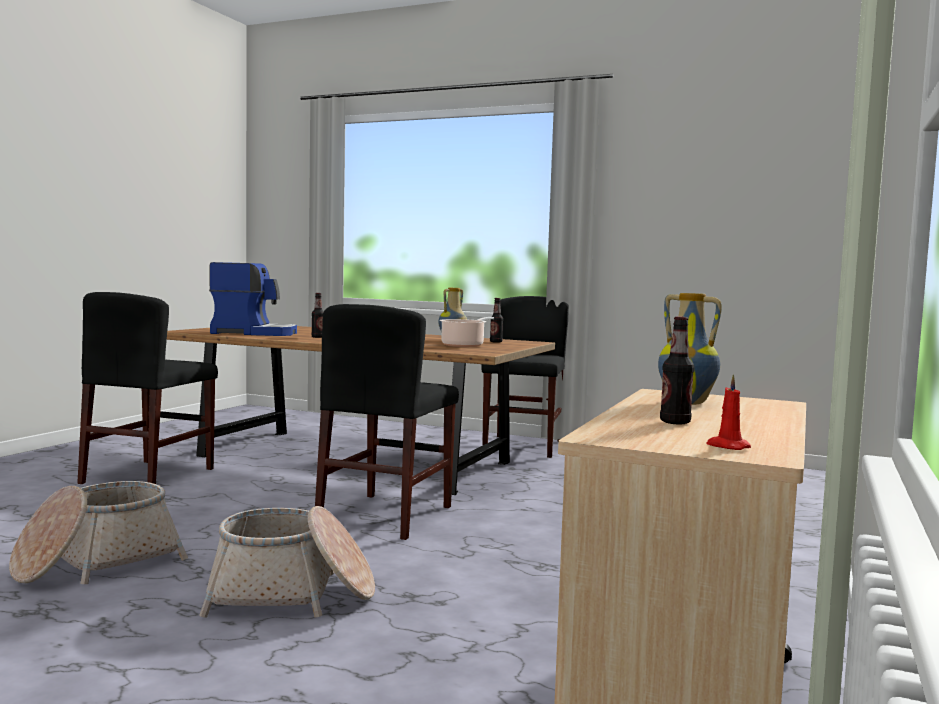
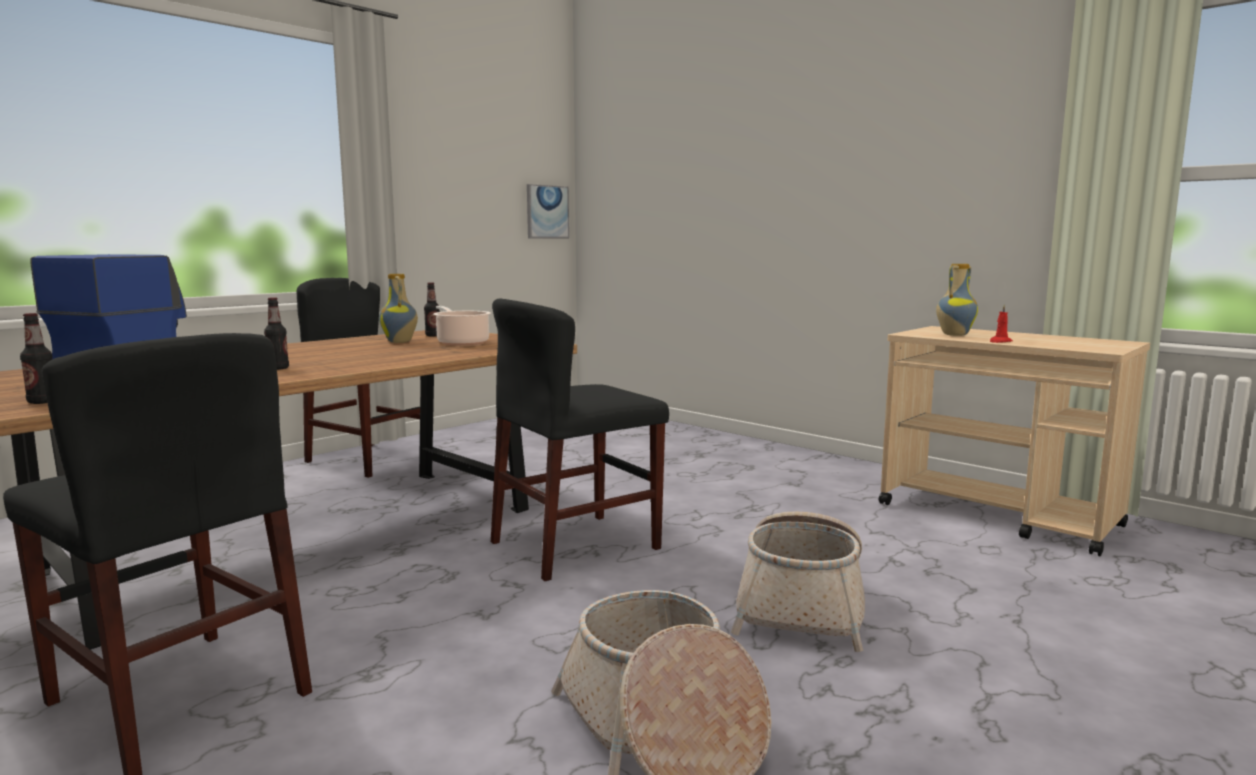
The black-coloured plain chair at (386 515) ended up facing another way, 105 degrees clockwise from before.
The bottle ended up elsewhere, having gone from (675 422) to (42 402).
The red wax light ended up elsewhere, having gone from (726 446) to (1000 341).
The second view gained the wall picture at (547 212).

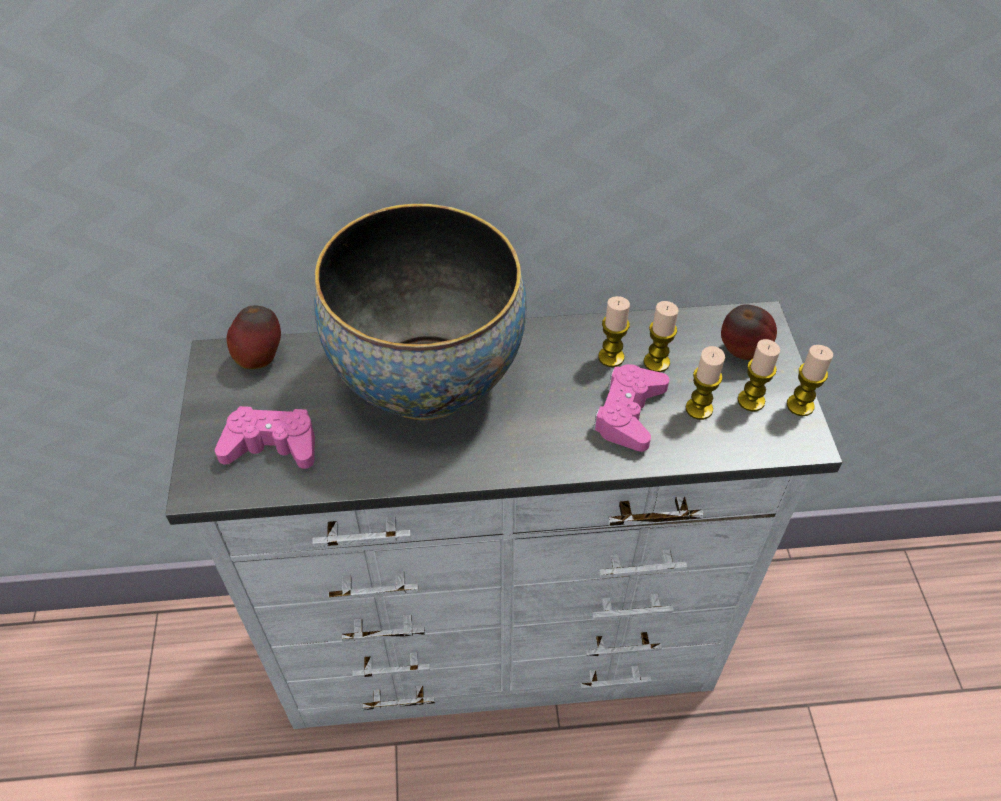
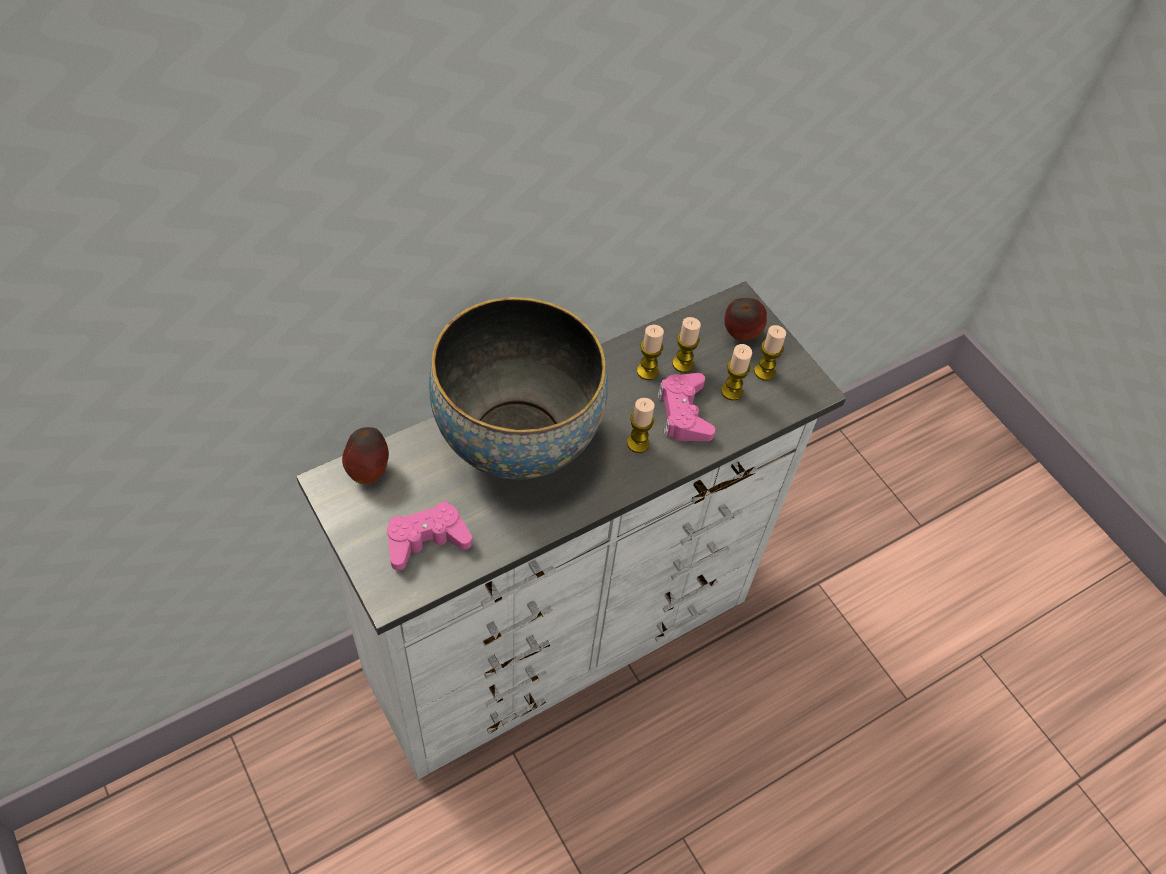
The wax light ended up elsewhere, having gone from (800 405) to (638 443).

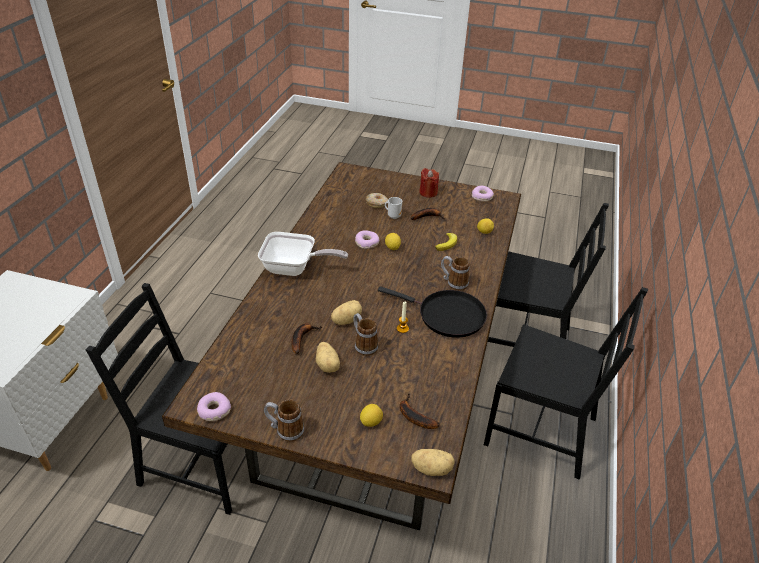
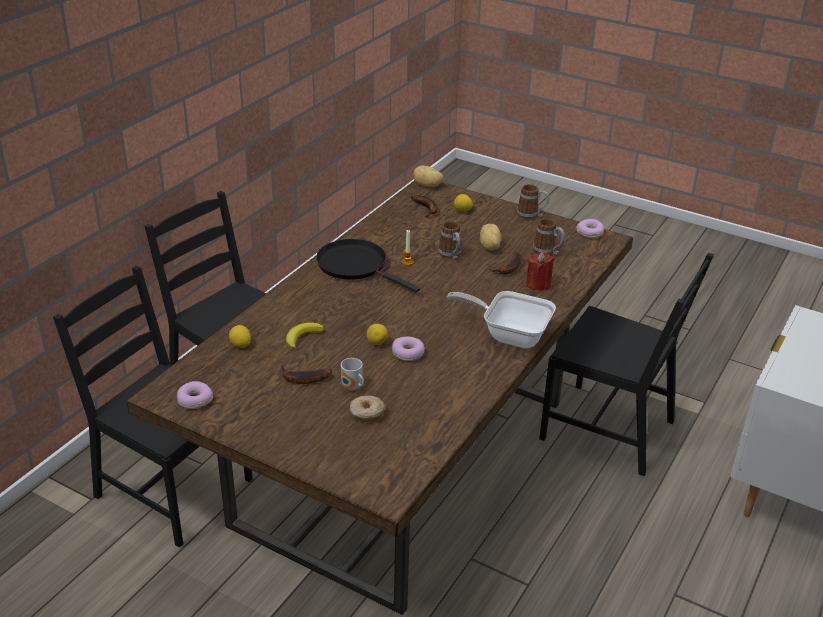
The second view lost the potato at (346 320).
The red wax light ended up elsewhere, having gone from (428 192) to (538 284).
The mug ended up elsewhere, having gone from (453 283) to (548 251).

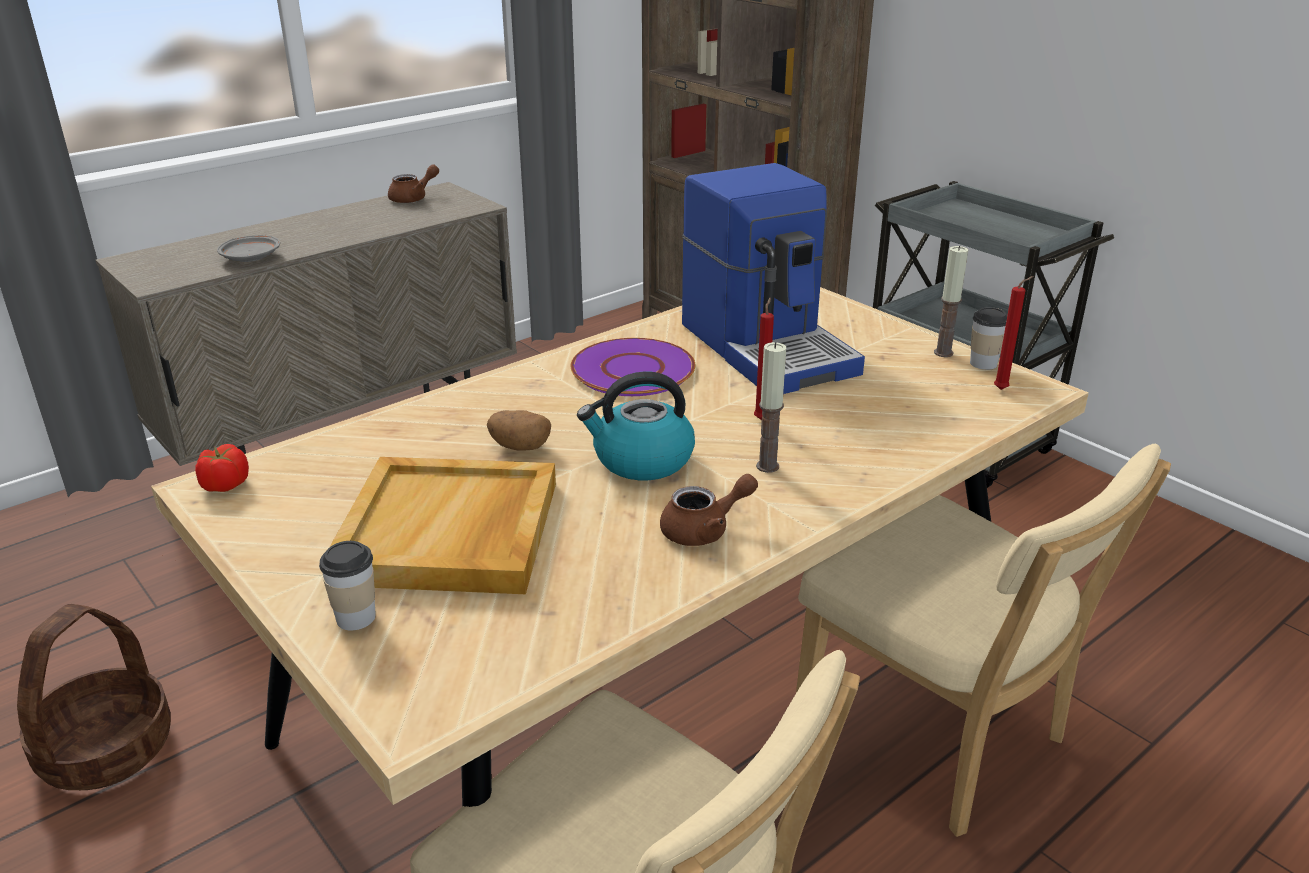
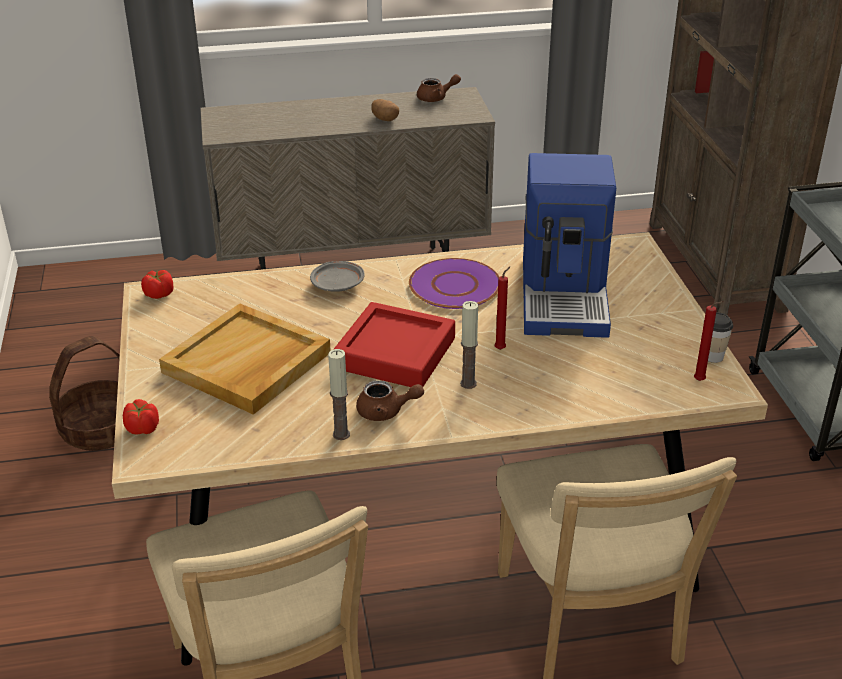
The gray flat dish ended up elsewhere, having gone from (251 258) to (338 284).
The second view lost the drinking cup at (356 617).
The potato ended up elsewhere, having gone from (520 447) to (385 119).
Where the water kettle stood at (641 460), the red tray came to stand at (395 353).
The wax light ended up elsewhere, having gone from (943 353) to (341 434).
The second view gained the tomato at (143 428).

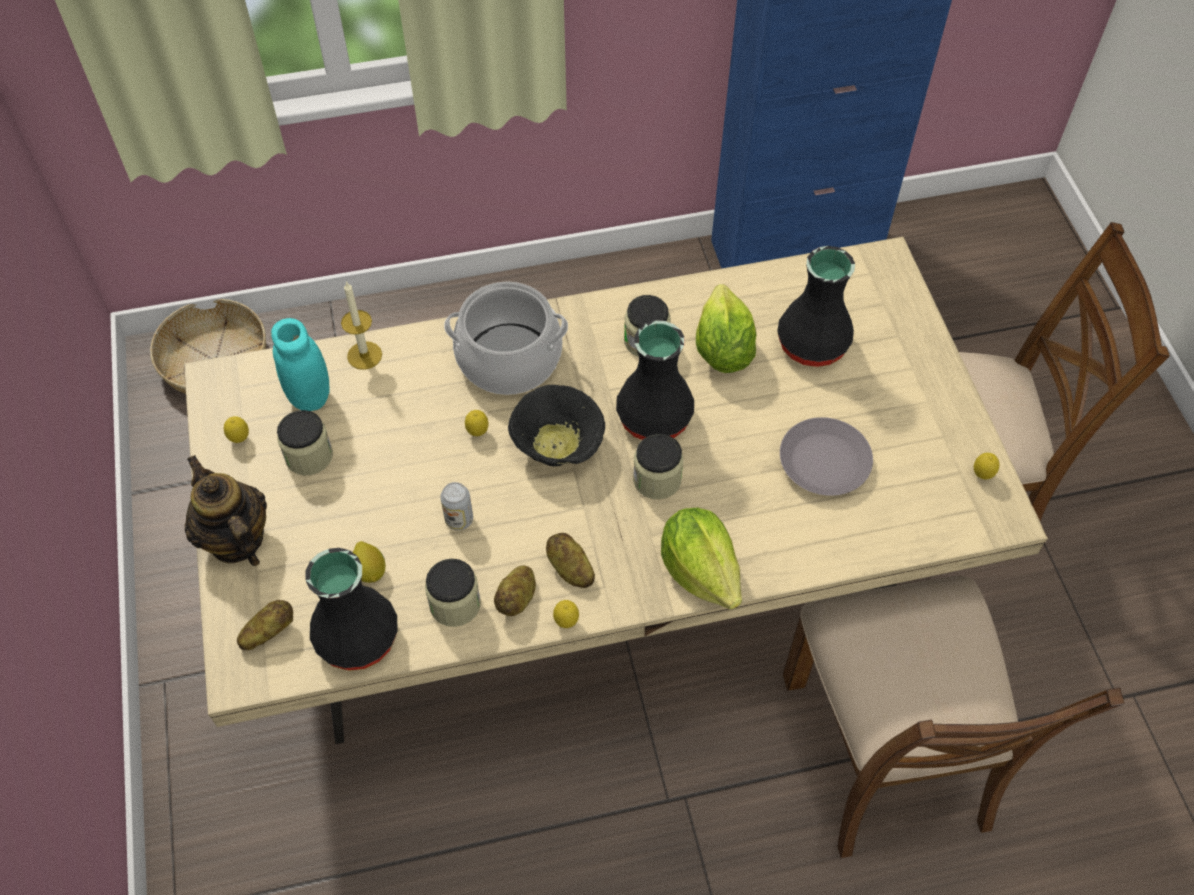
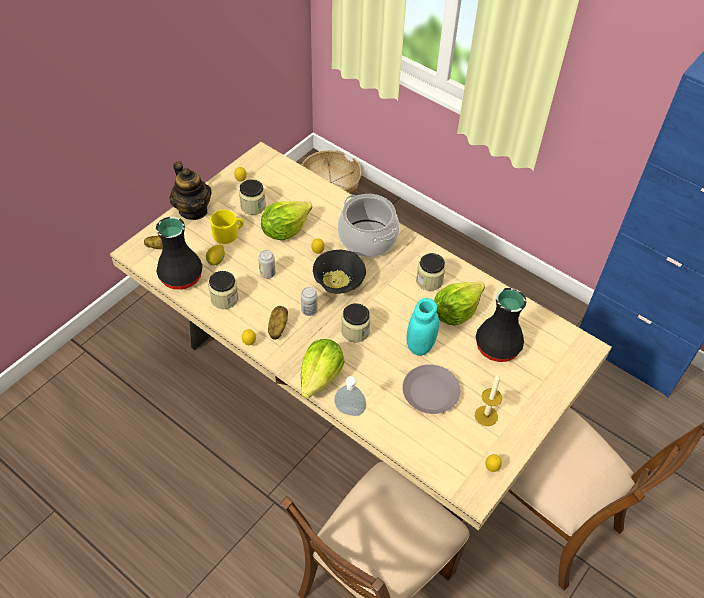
The tea pot at (236 539) ended up facing another way, 135 degrees clockwise from before.
The turquoise-coloured preserve jar ended up elsewhere, having gone from (309 396) to (420 346).
The wax light ended up elsewhere, having gone from (364 355) to (486 415).
The second view lost the potato at (517 599).
The second view lost the black-coloured flower vase at (655 416).
The second view gained the yellow mug at (228 233).
The second view gained the head of lettuce at (285 230).
The second view gained the metal can at (309 310).
The second view gained the soap dispenser at (349 412).

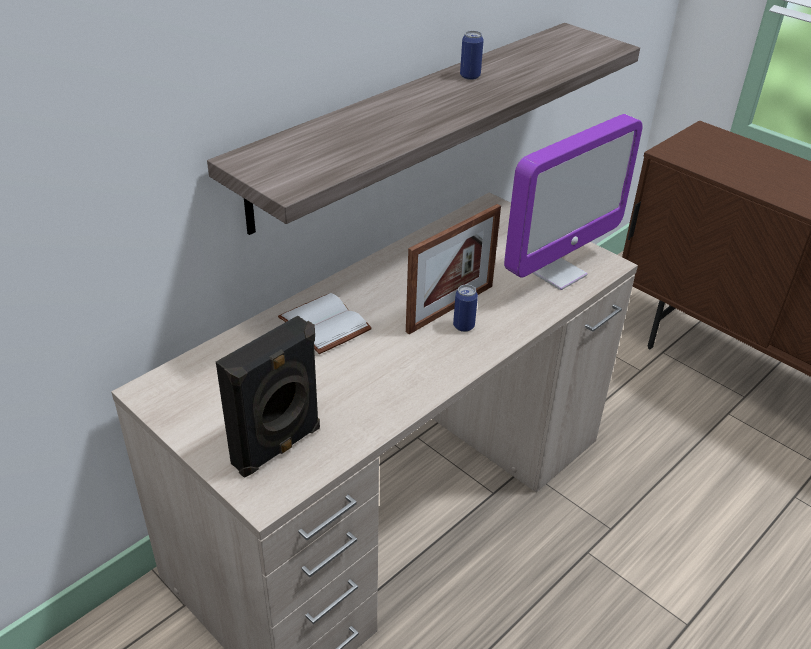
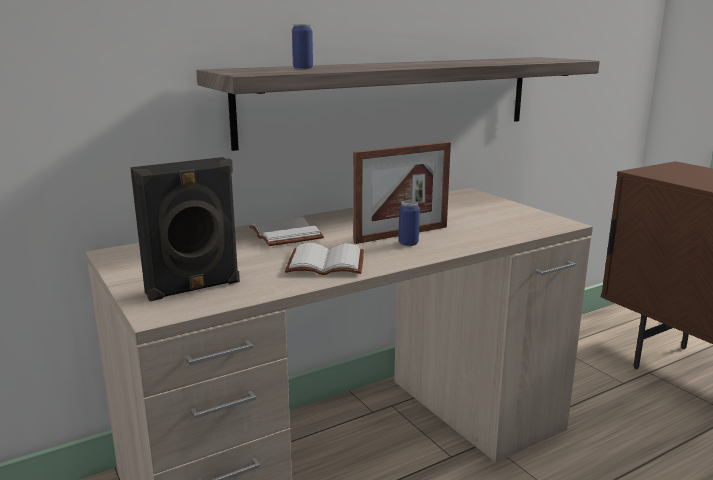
The metal can ended up elsewhere, having gone from (470 76) to (303 68).
The second view lost the computer display at (556 273).
The second view gained the white bound book at (324 264).

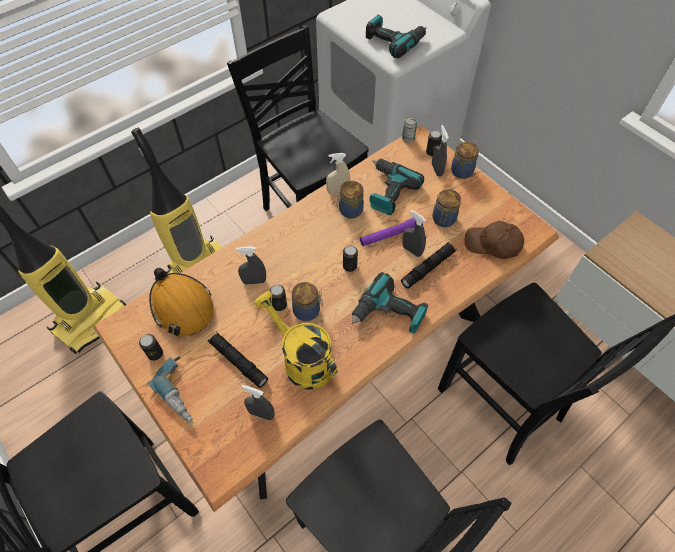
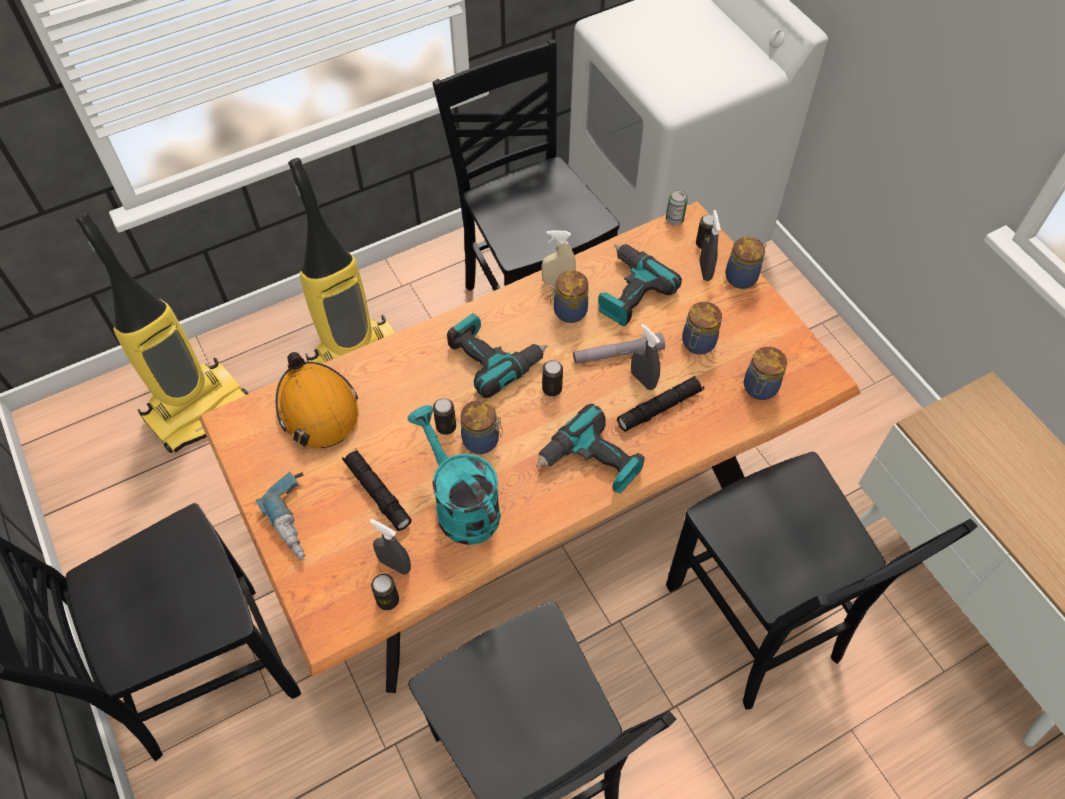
The metal can ended up elsewhere, having gone from (155 354) to (388 600).
The second view lost the gray spray bottle at (254 281).
What was the yellow watering can at (301 360) turned into the turquoise-coloured watering can at (460 504).
What was the purplish flashlight at (390 235) turned into the gray flashlight at (618 354).
The power drill ended up elsewhere, having gone from (394 41) to (493 358).
Where the brownish baseball cap stood at (492 244), the preserve jar came to stand at (759 388).

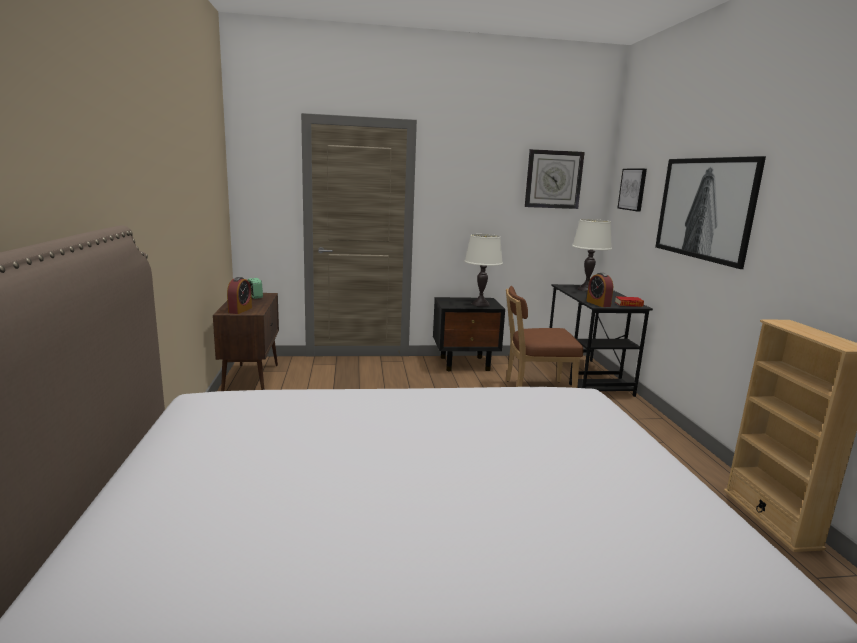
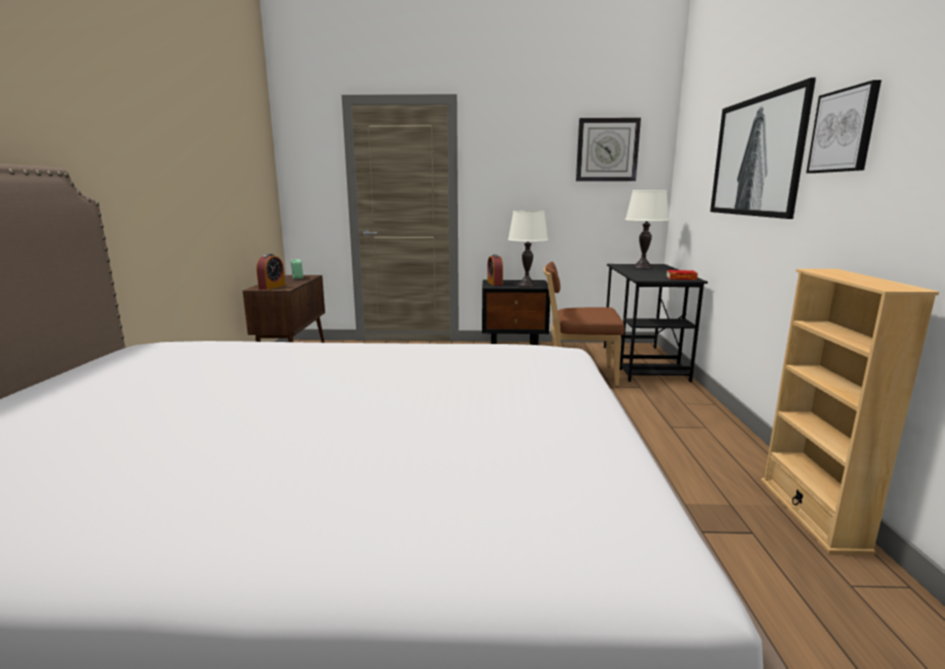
The alarm clock ended up elsewhere, having gone from (598 304) to (494 283).
The wall picture ended up elsewhere, having gone from (633 189) to (843 131).

